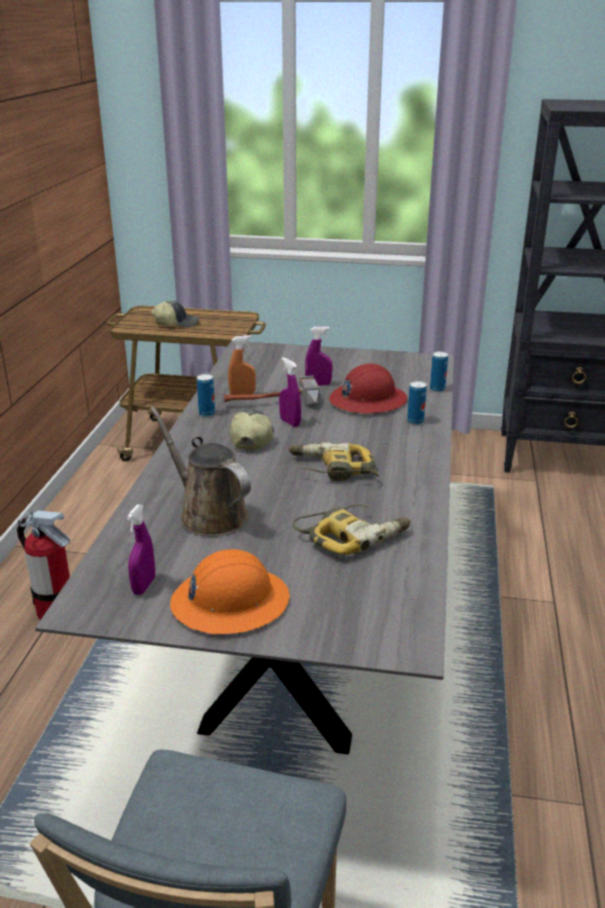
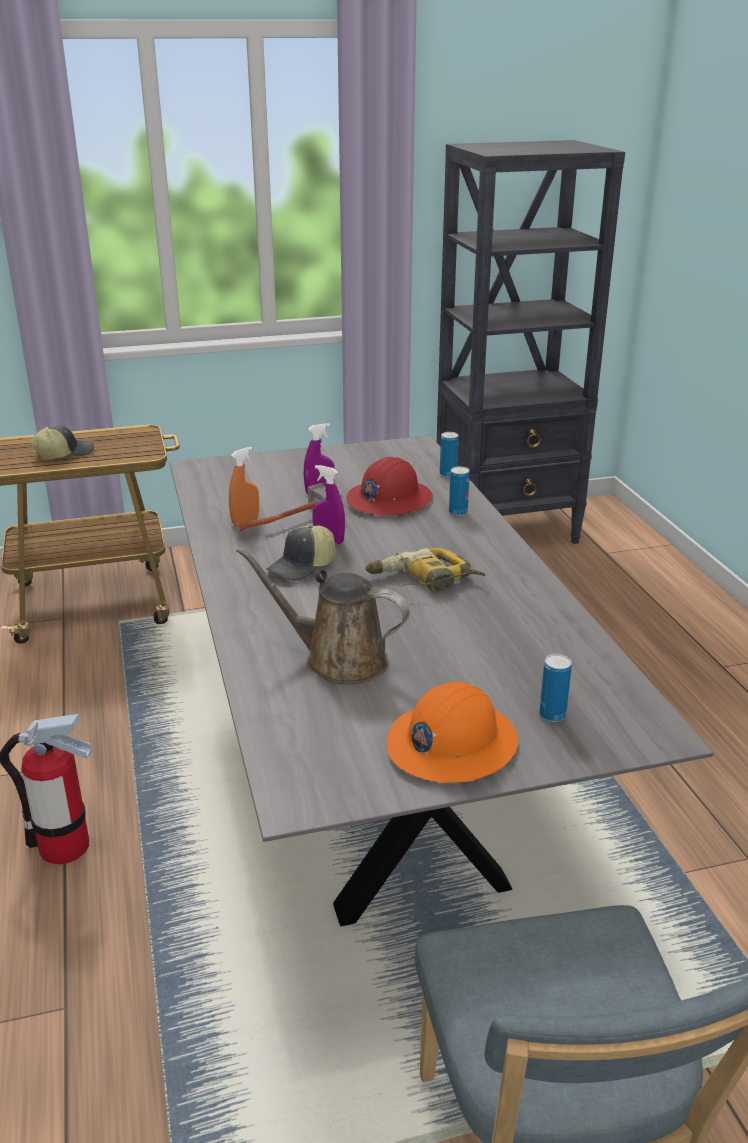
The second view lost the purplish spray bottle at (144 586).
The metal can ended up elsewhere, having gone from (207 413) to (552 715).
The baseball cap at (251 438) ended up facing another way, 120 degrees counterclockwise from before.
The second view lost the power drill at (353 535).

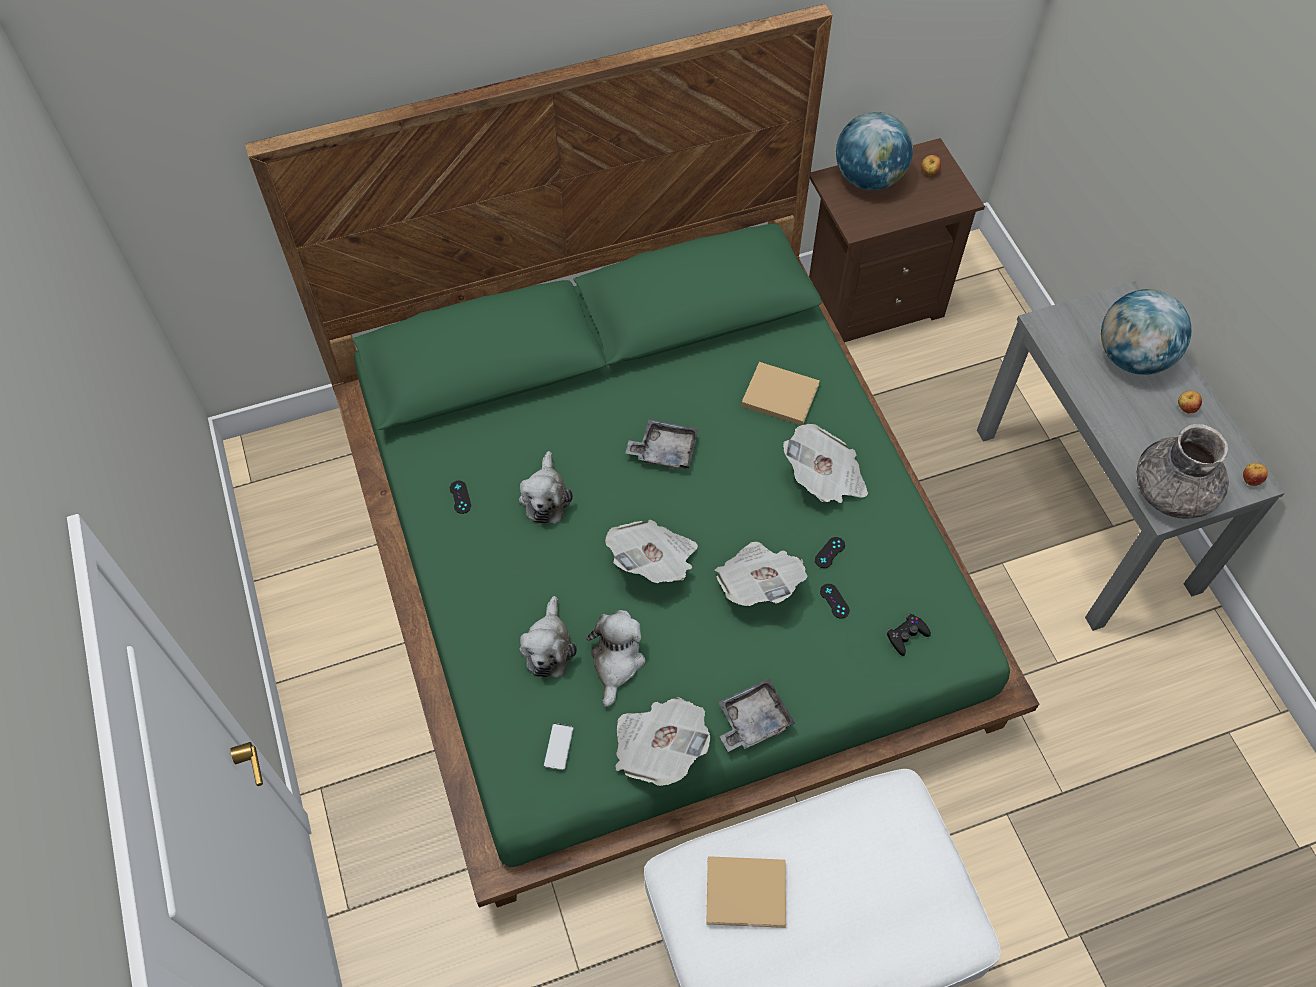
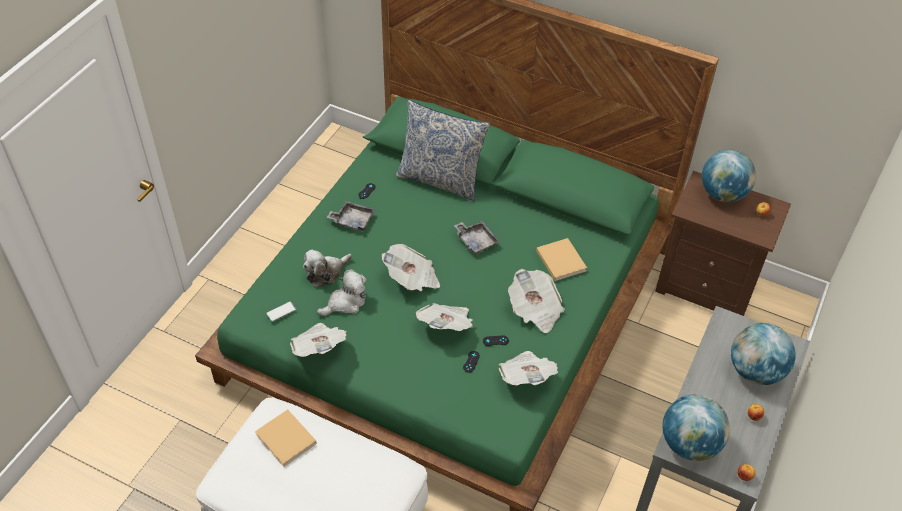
The second view lost the cuddly toy at (545 497).
The gray tray ended up elsewhere, having gone from (752 720) to (352 220).
The second view lost the black-coloured game controller at (906 636).
Where the gray flower vase stood at (1172 492), the desk globe came to stand at (689 444).
The second view gained the cushion at (441 179).
The second view gained the daily paper at (526 377).

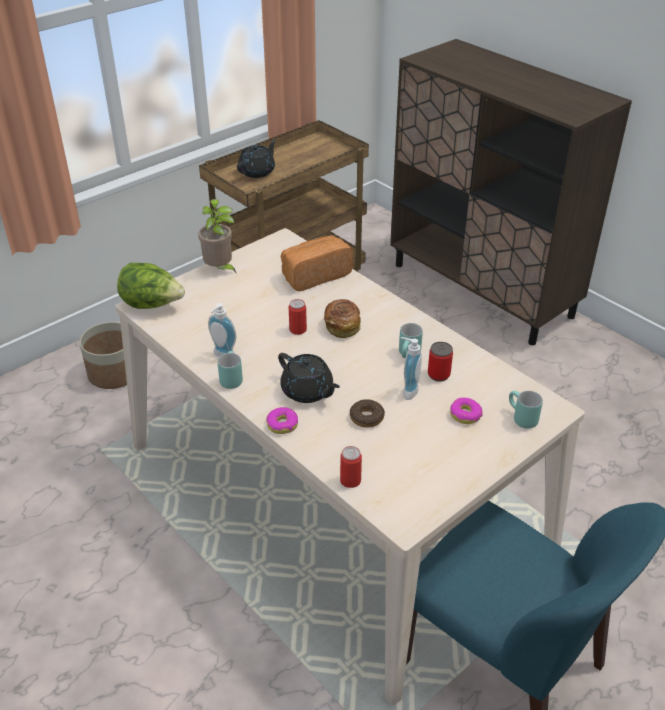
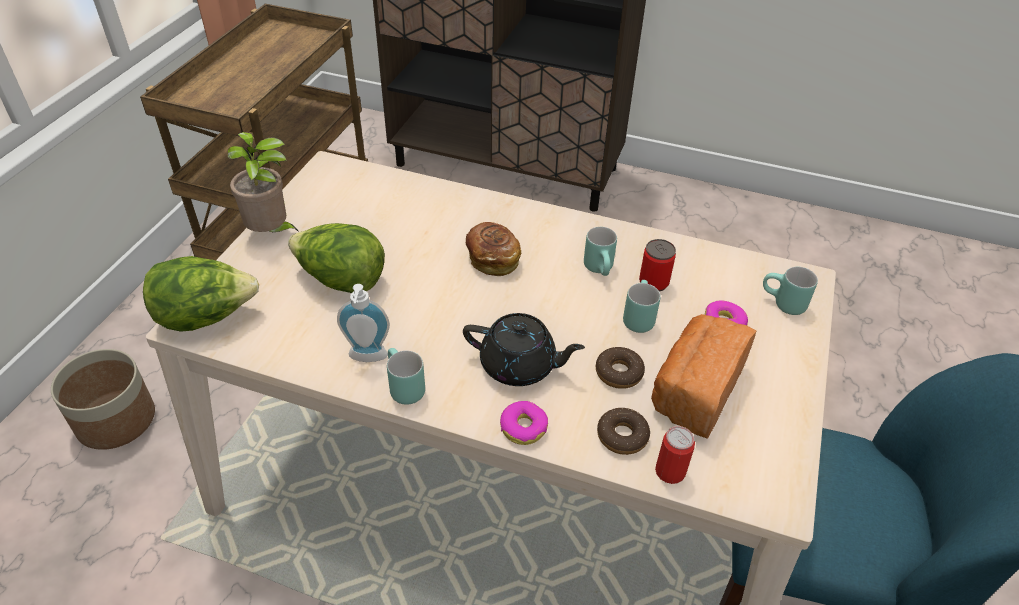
The second view lost the black-coloured tea pot at (257 171).
The bakery bread ended up elsewhere, having gone from (314 275) to (695 390).
The second view lost the metal can at (298 330).
Where the soap dispenser stood at (407 391), the turquoise-coloured mug came to stand at (636 317).
The second view gained the head of lettuce at (341 280).
The second view gained the ring doughnut at (622 436).

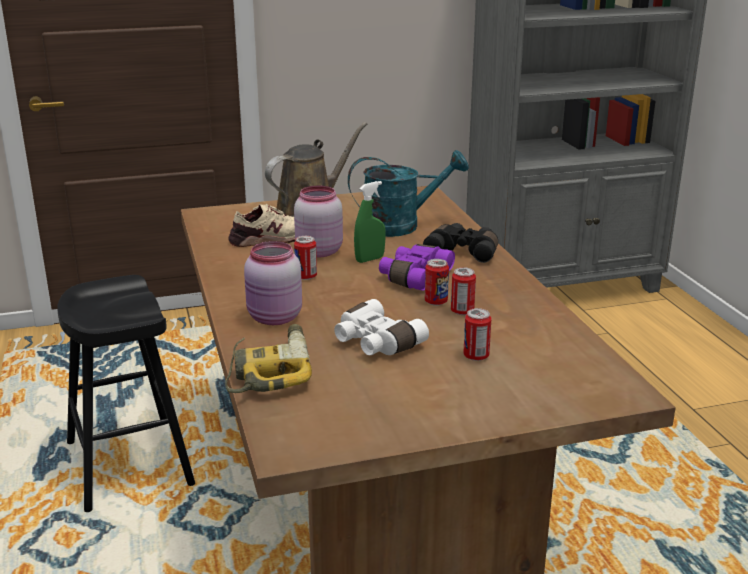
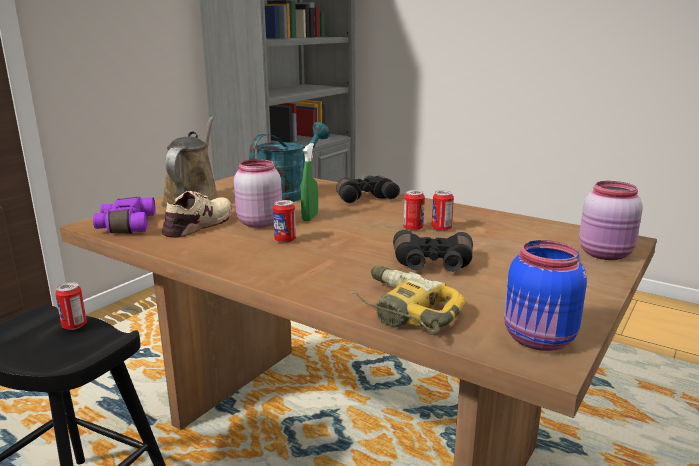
The pinkish preserve jar ended up elsewhere, having gone from (274 318) to (606 254).
What was the white pair of binoculars at (375 343) turned into the black-coloured pair of binoculars at (432 264).
The purplish pair of binoculars ended up elsewhere, having gone from (413 276) to (125 226).
The metal can ended up elsewhere, having gone from (476 356) to (74 325).
The second view gained the blue preserve jar at (539 340).

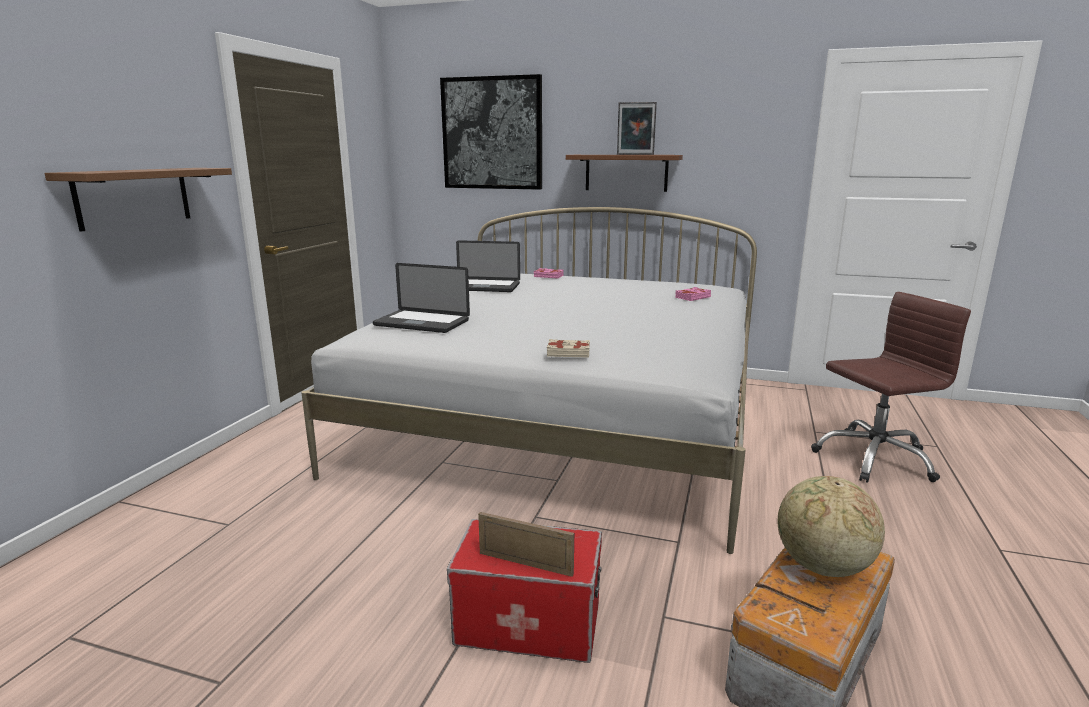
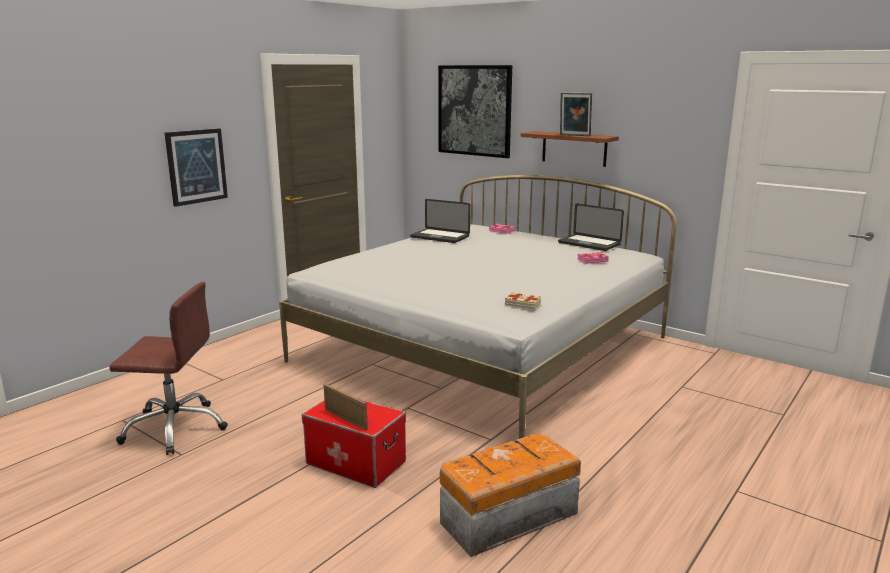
Where the brownish shelf hung at (134 197), the wall picture came to hang at (196 166).
The notebook computer ended up elsewhere, having gone from (421 323) to (589 243).
The beige-coloured bound book ended up elsewhere, having gone from (568 352) to (522 303).
The second view lost the desk globe at (822 566).
The brownish desk chair ended up elsewhere, having gone from (874 458) to (175 428).

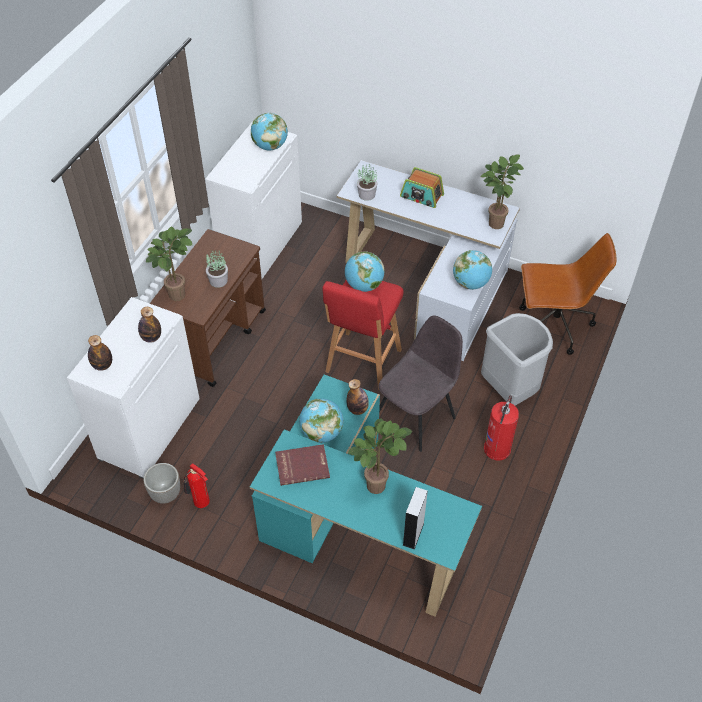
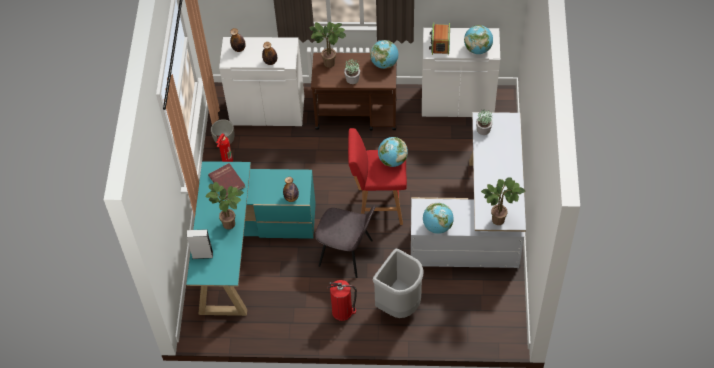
The desk globe ended up elsewhere, having gone from (321 433) to (384 63).
The radio set ended up elsewhere, having gone from (421 196) to (440 43).
The second view lost the brownish desk chair at (553 325).

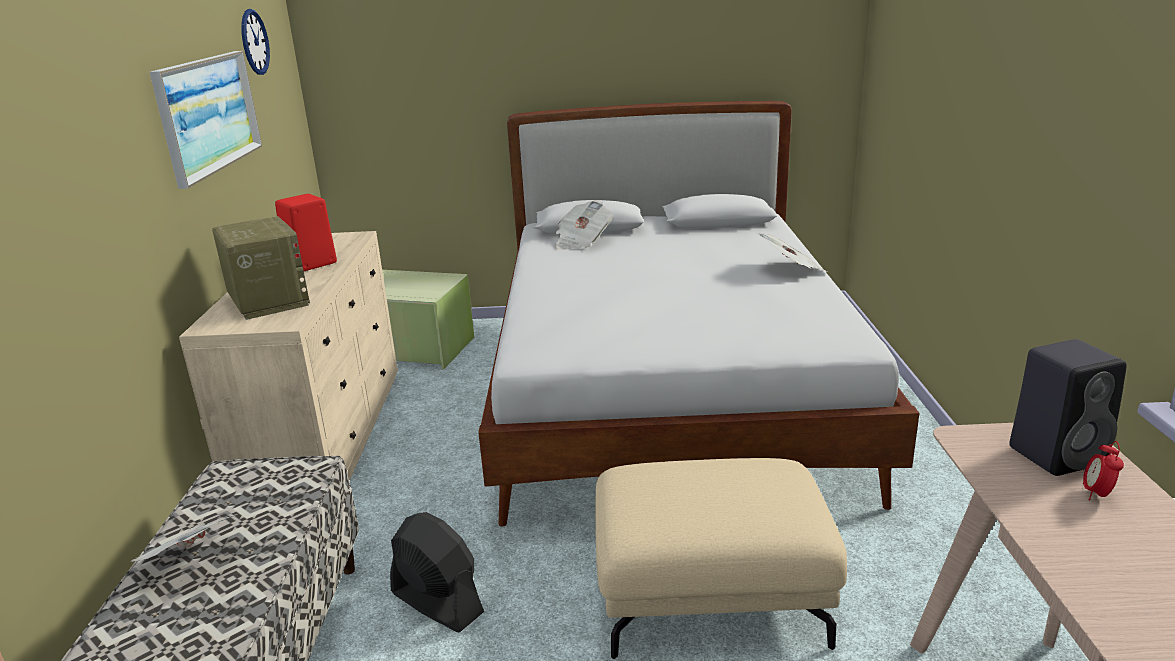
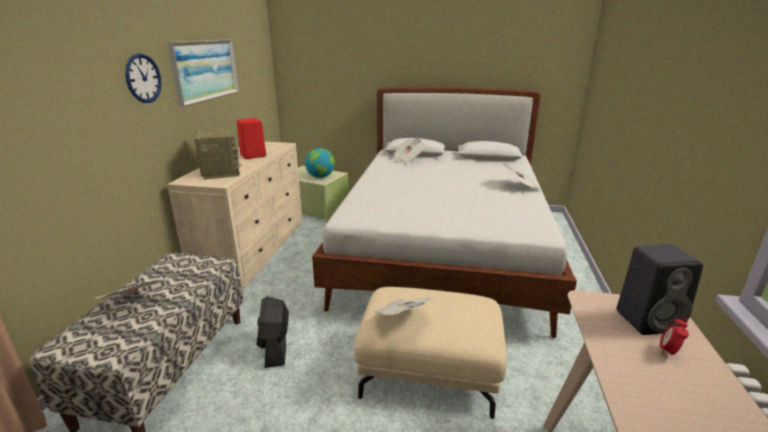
The wall clock ended up elsewhere, having gone from (254 42) to (143 78).
The black-coloured electric fan at (436 602) ended up facing another way, 150 degrees counterclockwise from before.
The second view gained the desk globe at (321 177).
The second view gained the daily paper at (402 318).

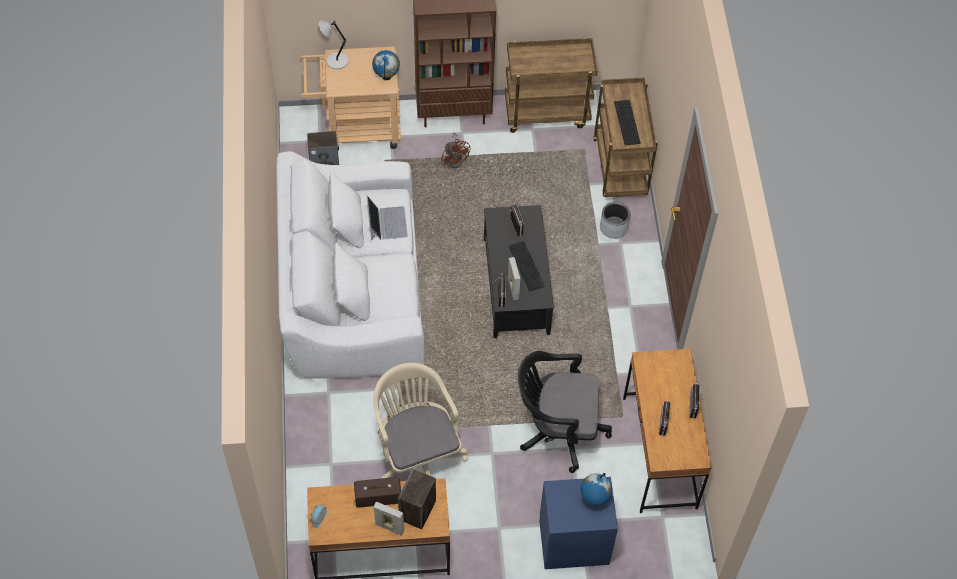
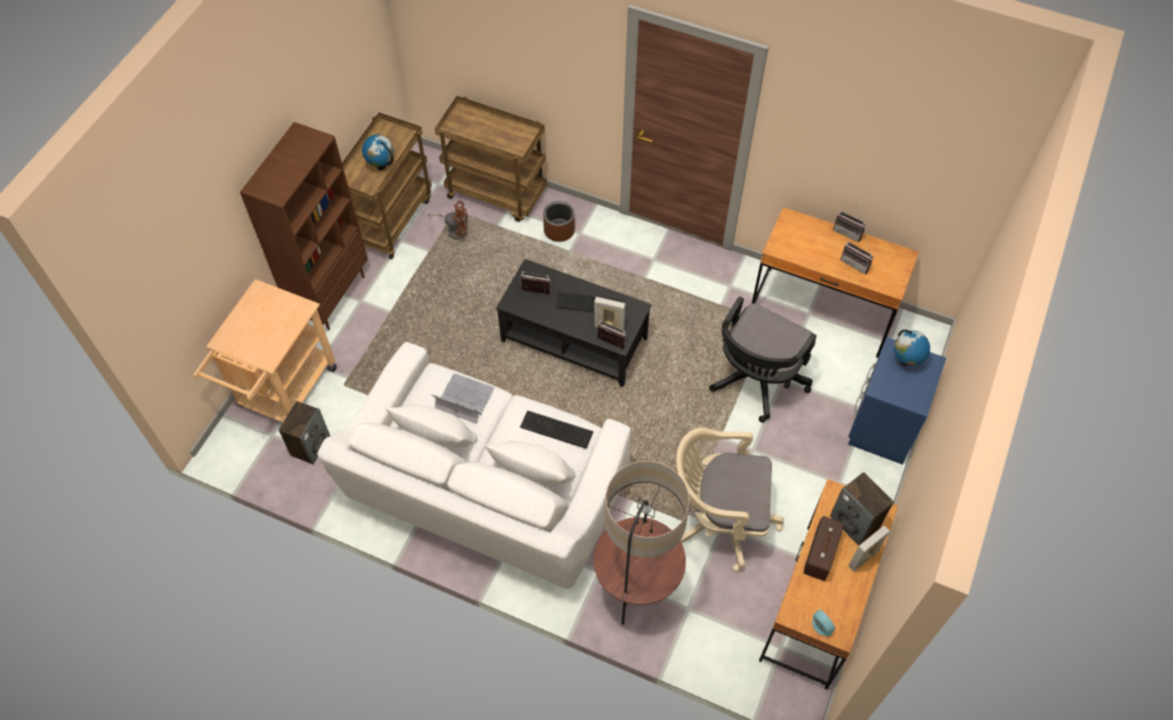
The second view lost the gray lamp for a table at (336 61).
The desk globe ended up elsewhere, having gone from (386 77) to (381 166).
The brownish electric fan ended up elsewhere, having gone from (455 159) to (455 230).
What was the gray flower pot at (614 227) turned into the brownish flower pot at (559 230).
The keyboard ended up elsewhere, having gone from (627 122) to (556 429).
The second view gained the floor lamp at (636 593).

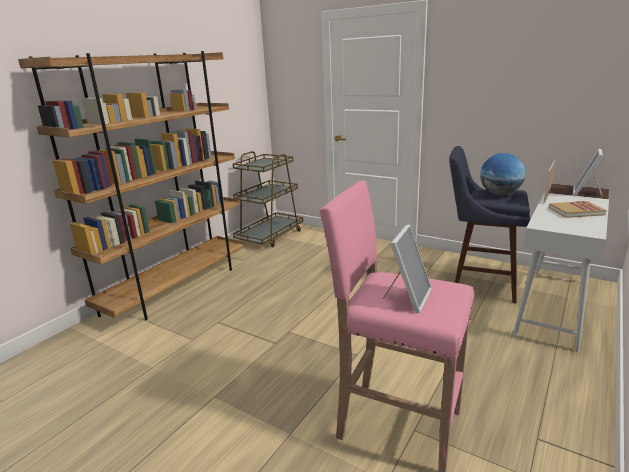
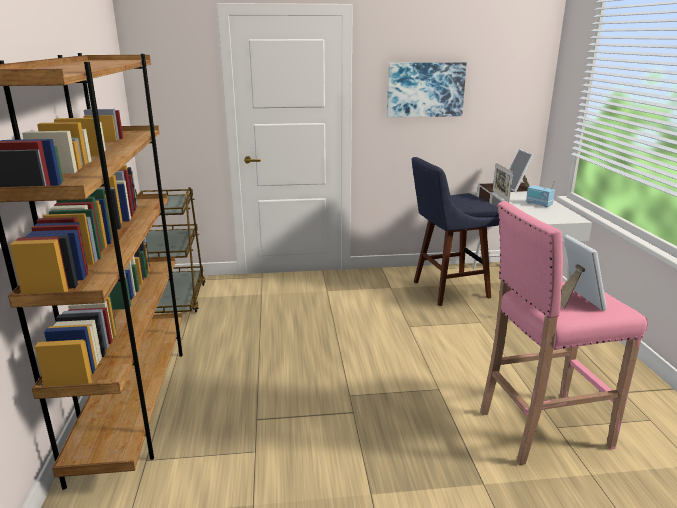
The second view lost the desk globe at (500 194).
Where the bound book stood at (576 211), the radio set came to stand at (538 204).
The second view gained the wall picture at (425 89).

